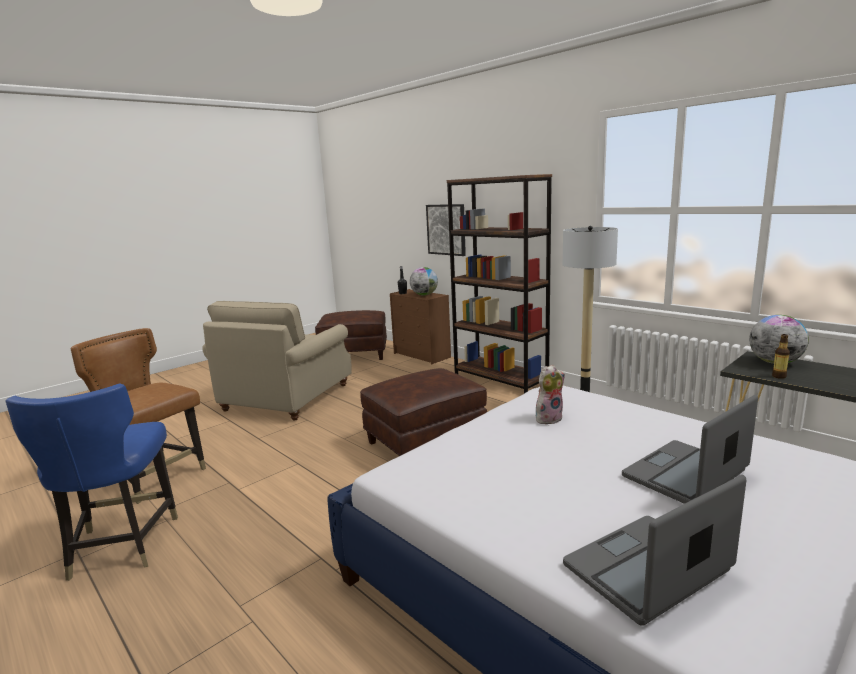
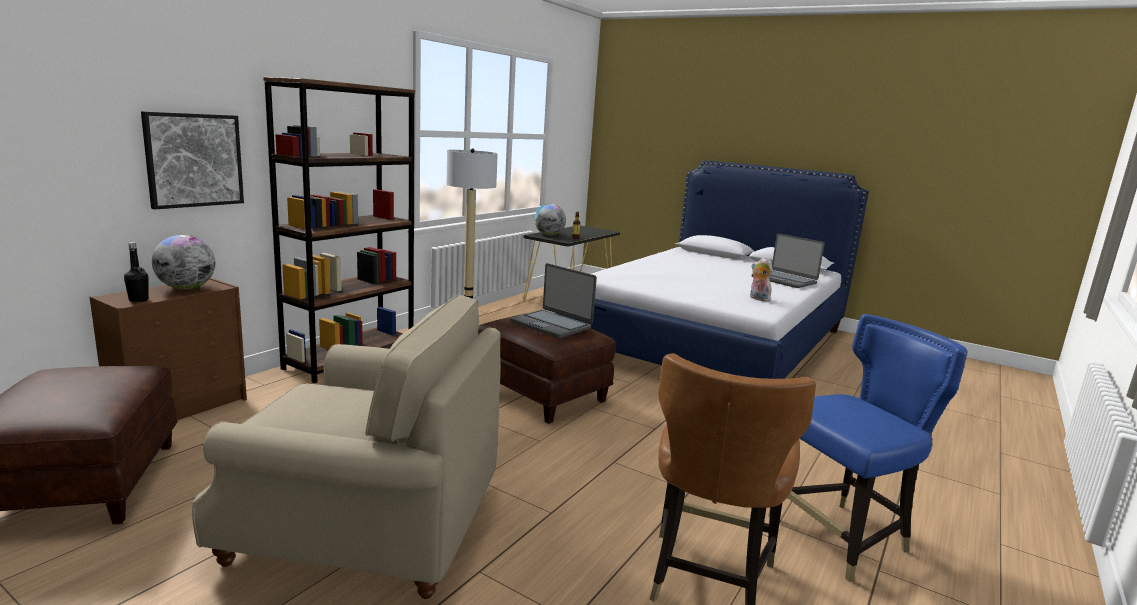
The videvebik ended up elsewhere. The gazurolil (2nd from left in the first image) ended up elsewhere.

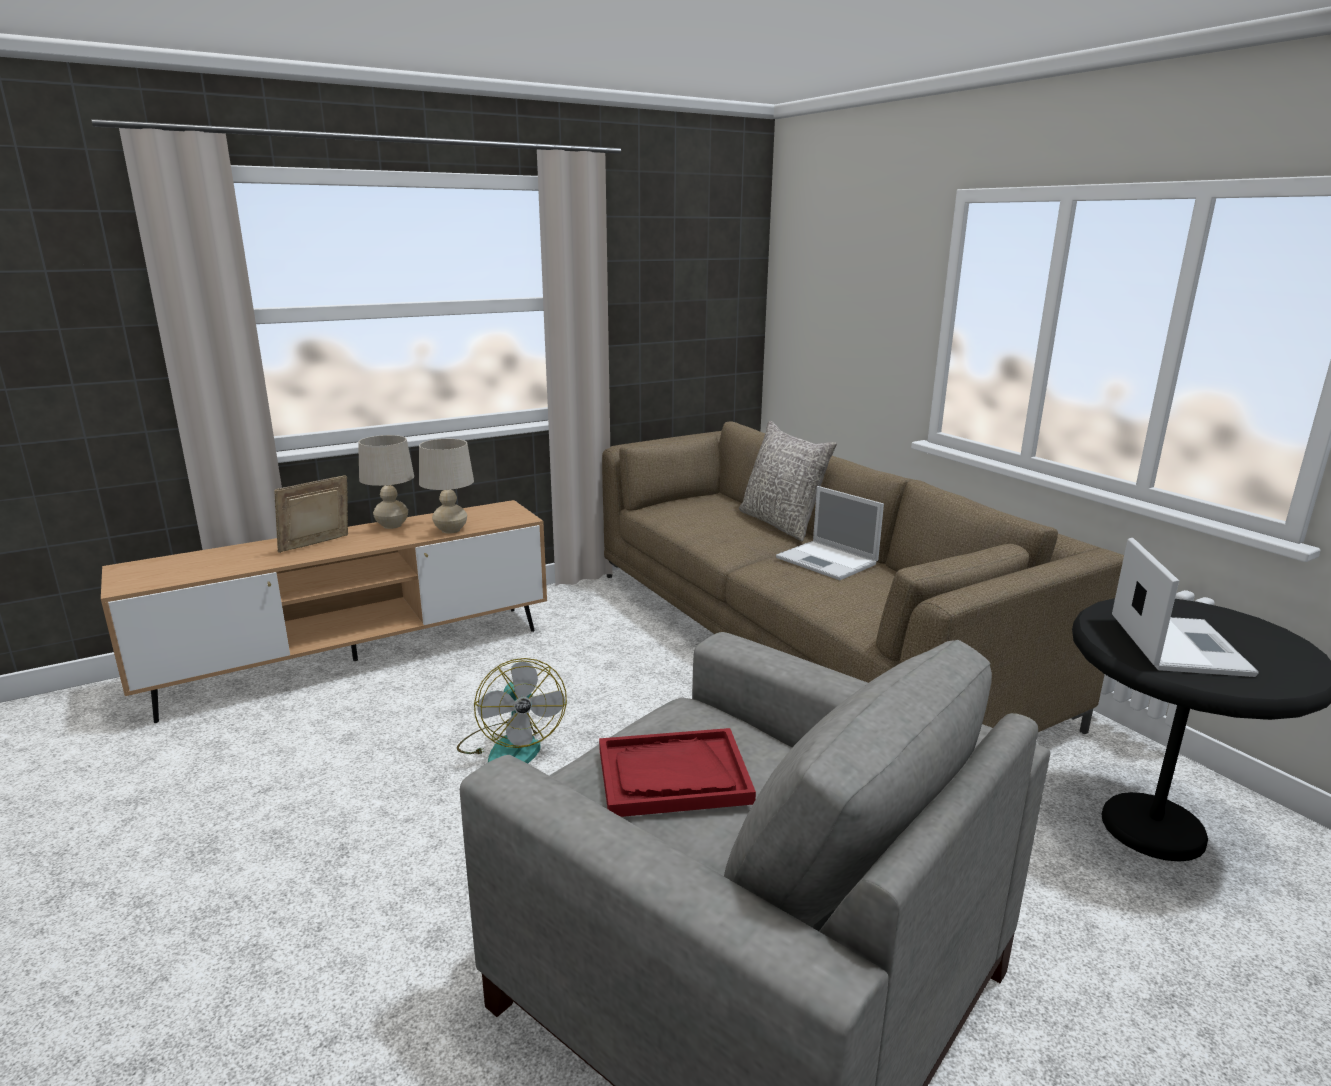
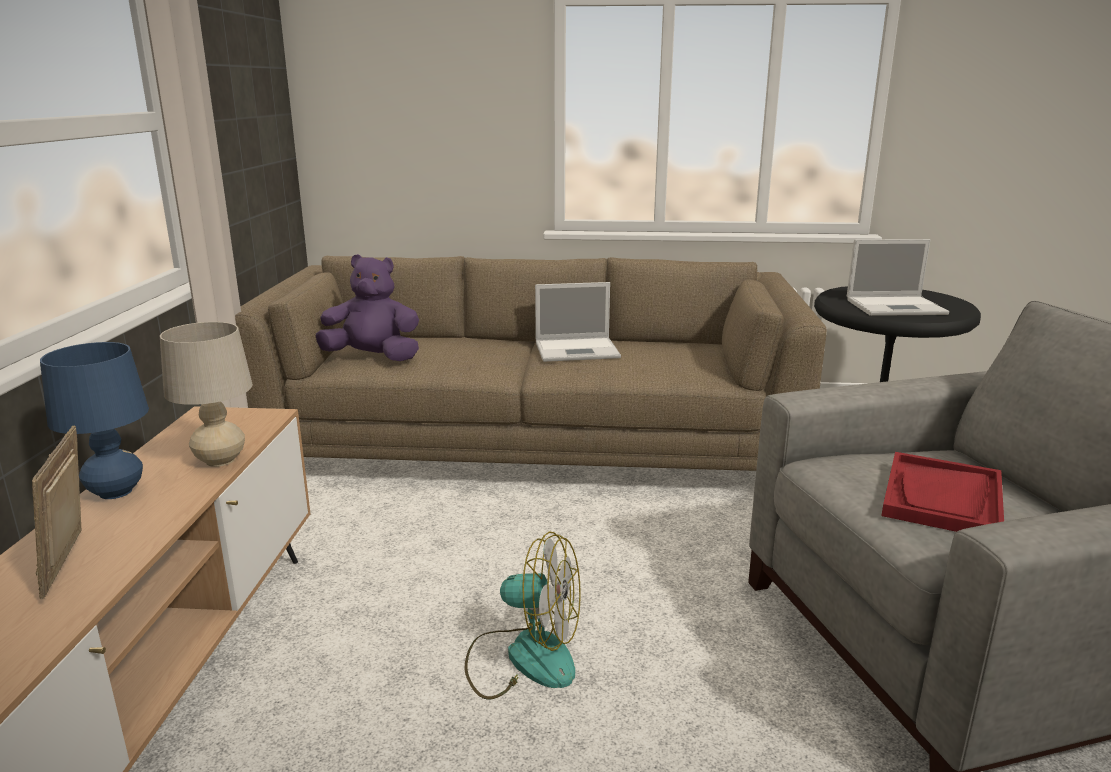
The second view lost the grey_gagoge. What was the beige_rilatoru (1st from left) turned into the blue_rilatoru. The gazurolil (2nd from left) ended up facing another way, 135 degrees clockwise from before. The second view gained the purple_videvebik.

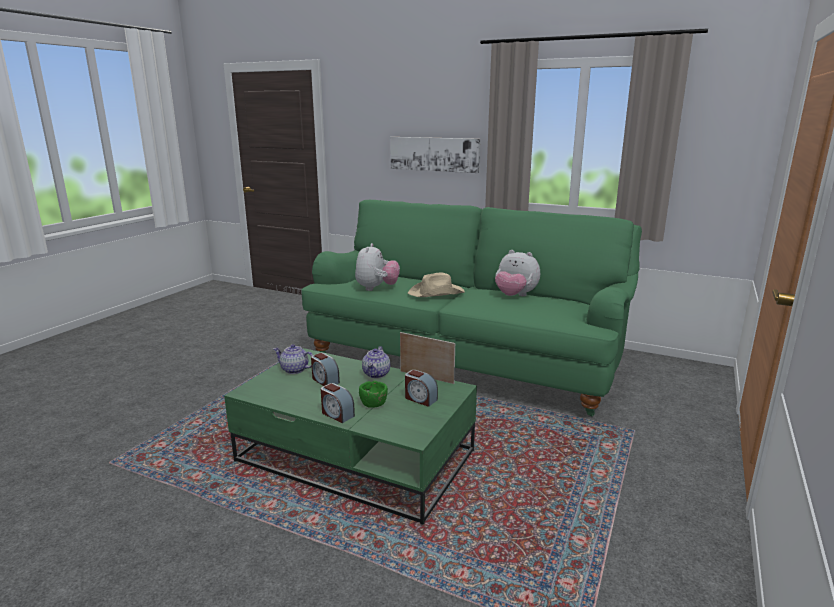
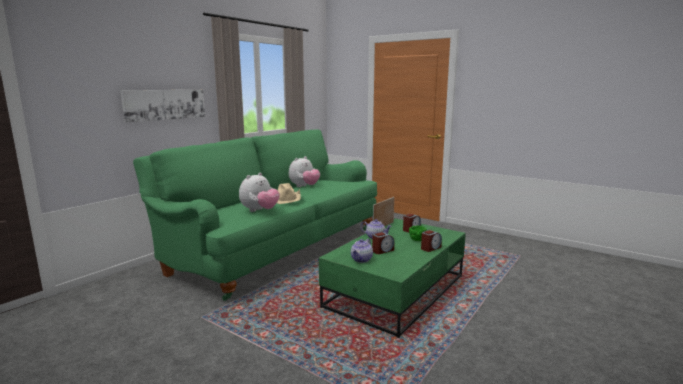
The videvebik (1st from left) ended up facing another way, 105 degrees clockwise from before.

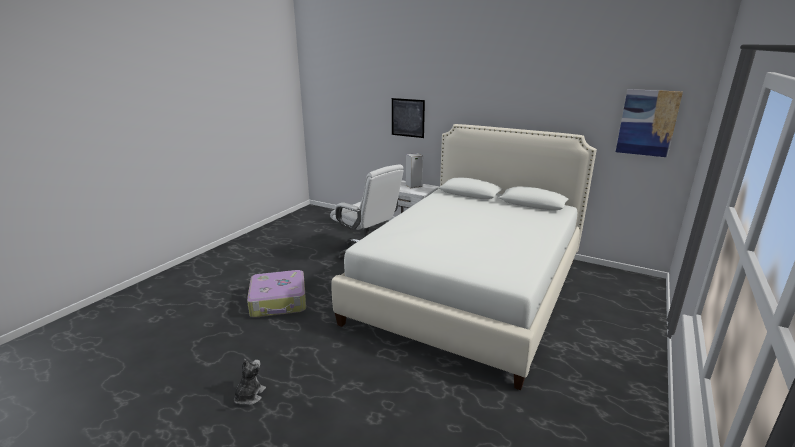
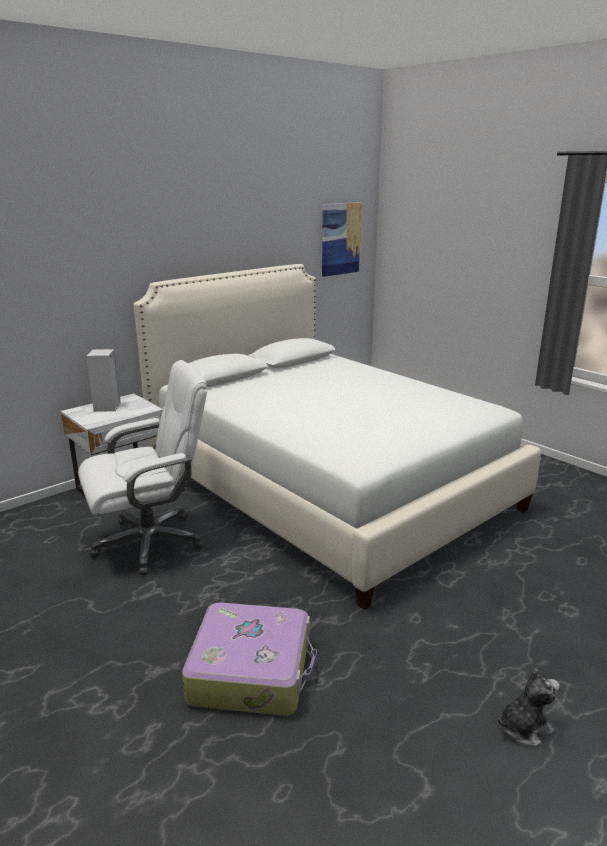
The second view lost the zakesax (1st from left). The videvebik ended up facing another way, 120 degrees clockwise from before.

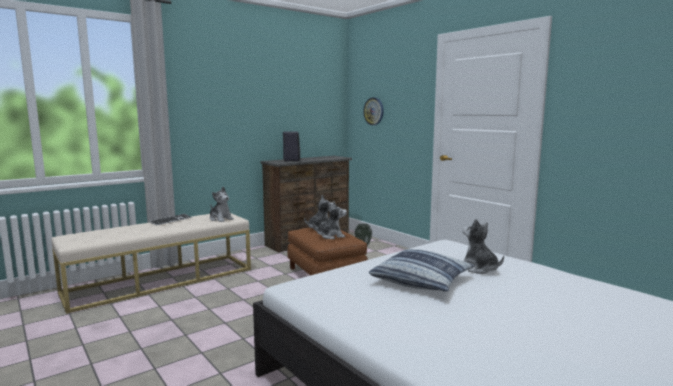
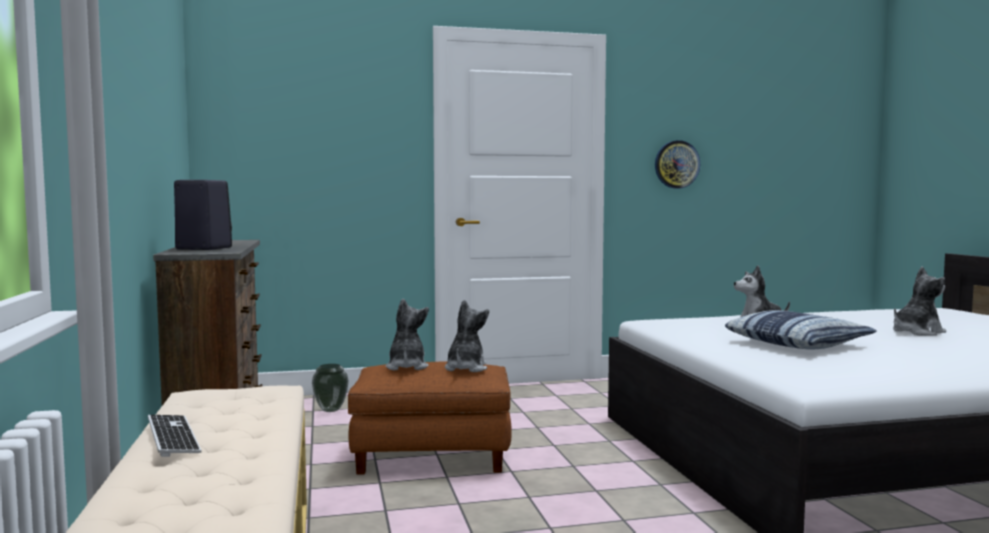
The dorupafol ended up elsewhere. The videvebik (1st from left in the first image) ended up elsewhere.

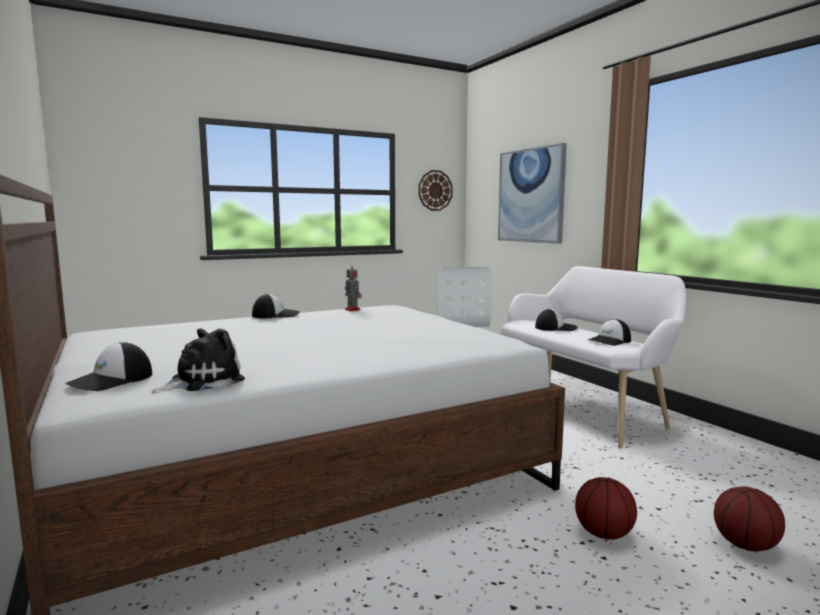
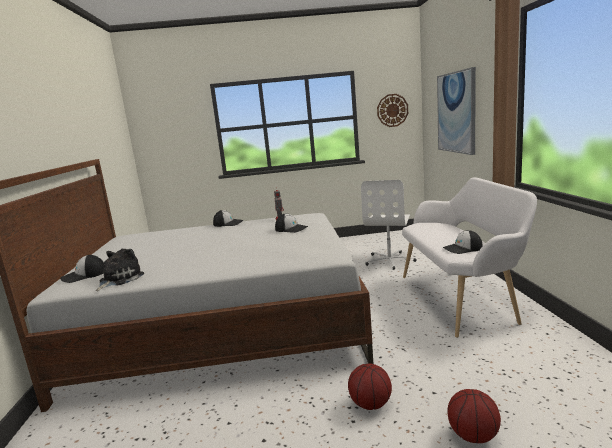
The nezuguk (3rd from left) ended up elsewhere. The videvebik ended up facing another way, 45 degrees counterclockwise from before.

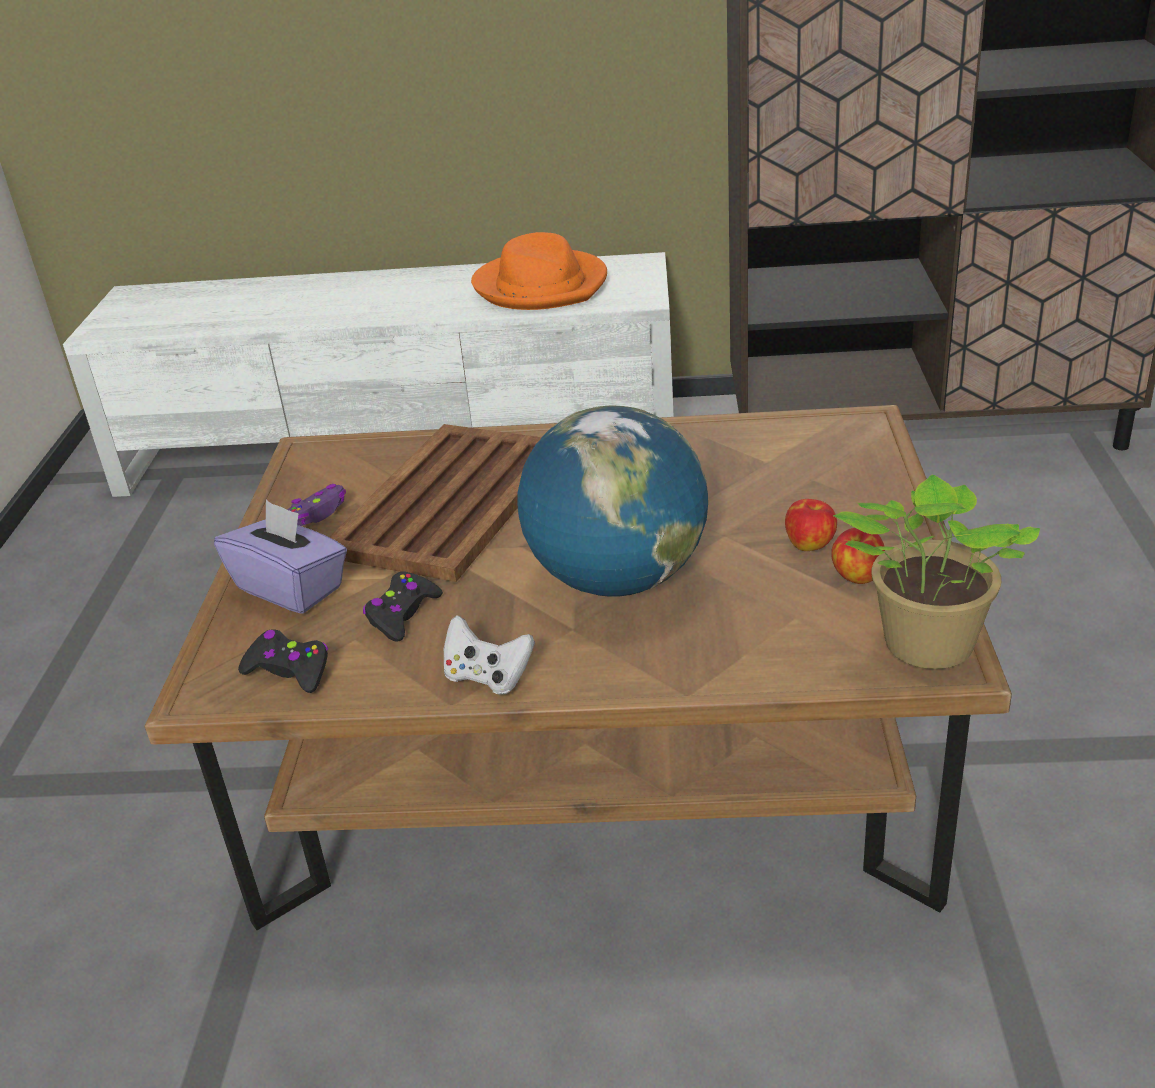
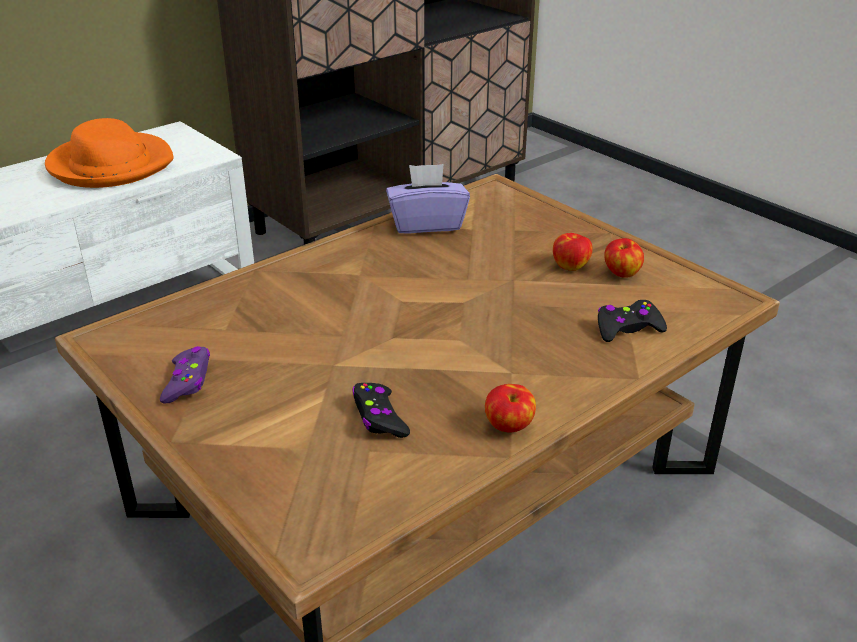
The second view lost the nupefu. The second view lost the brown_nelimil. The second view lost the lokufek. The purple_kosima ended up elsewhere. Where the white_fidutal stood, the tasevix (1st from left) came to stand. The black_fidutal (1st from left in the first image) ended up elsewhere.

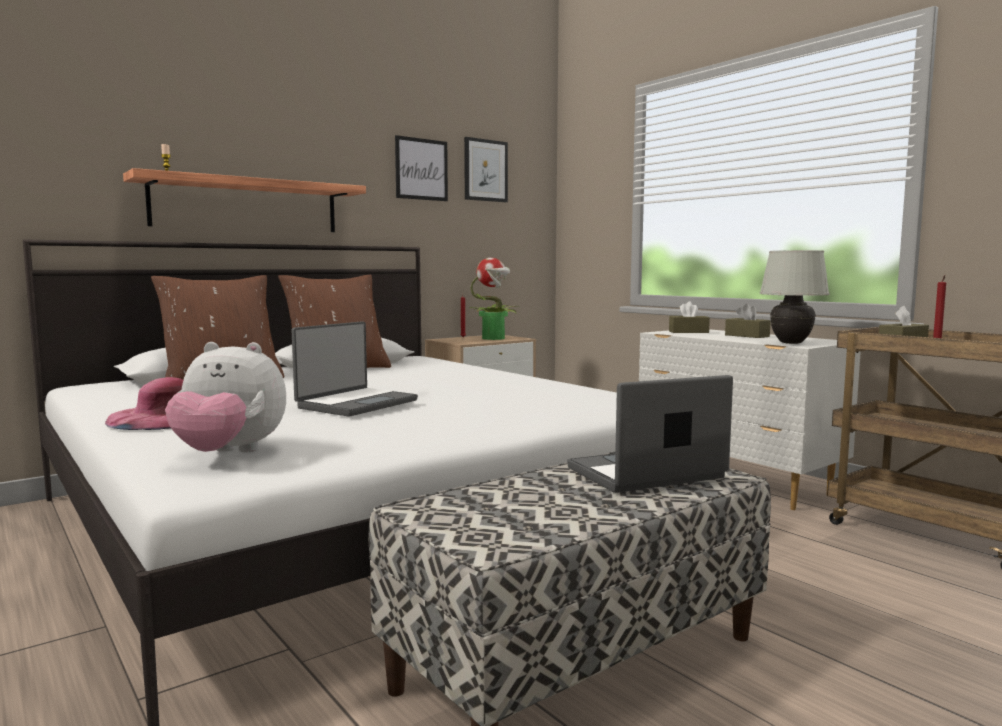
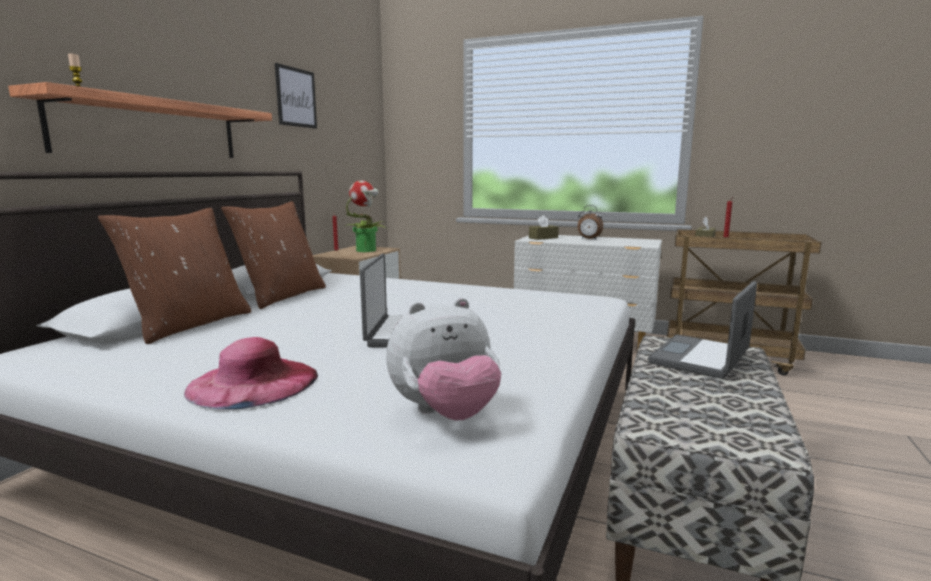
The second view lost the zakesax (2nd from left). The second view lost the white_rilatoru. Where the brown_kosima (2nd from left) stood, the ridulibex came to stand.

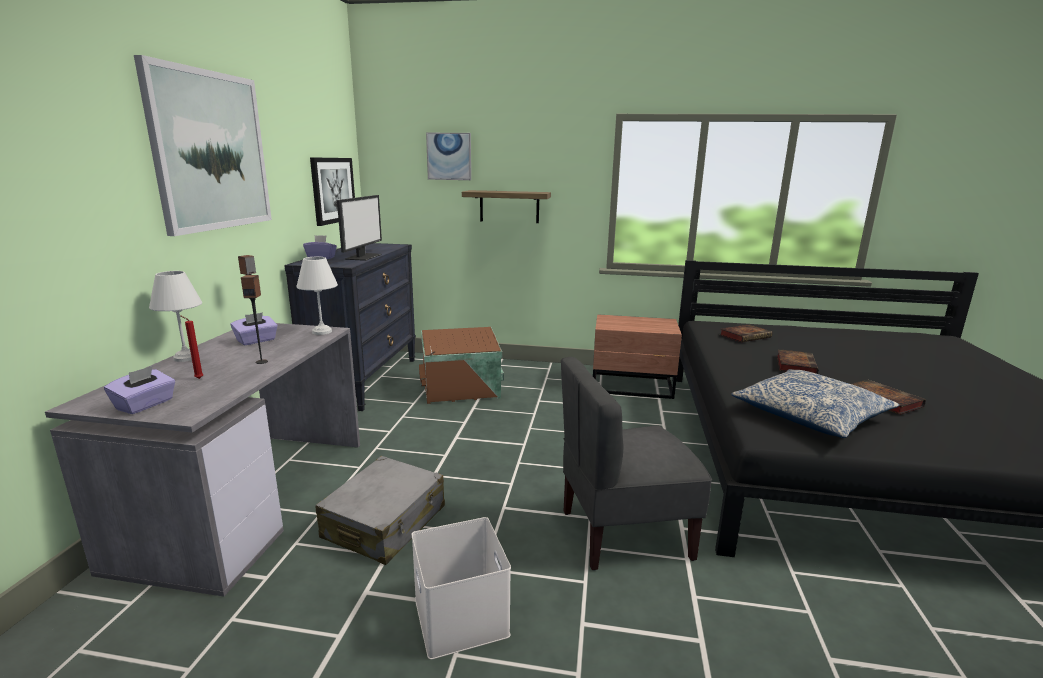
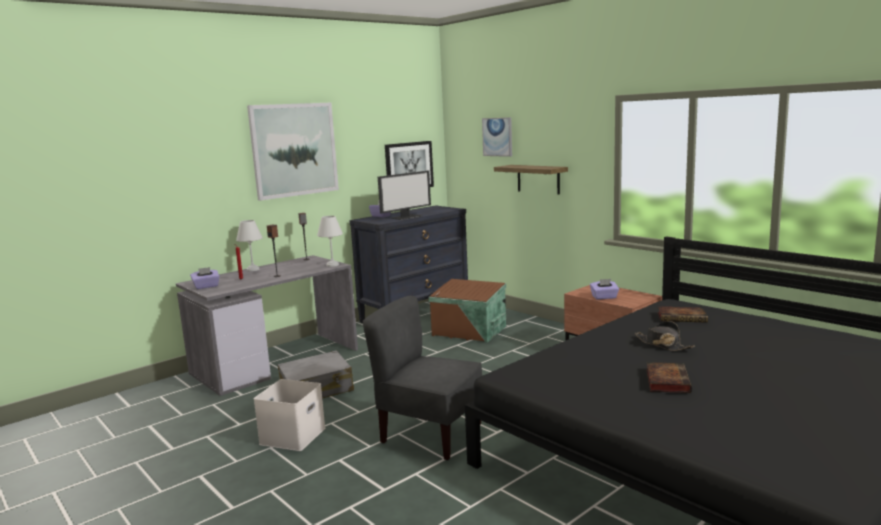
The purple_kosima (2nd from left in the first image) ended up elsewhere. Where the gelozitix (2nd from left) stood, the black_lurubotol came to stand. The second view lost the gagoge.

